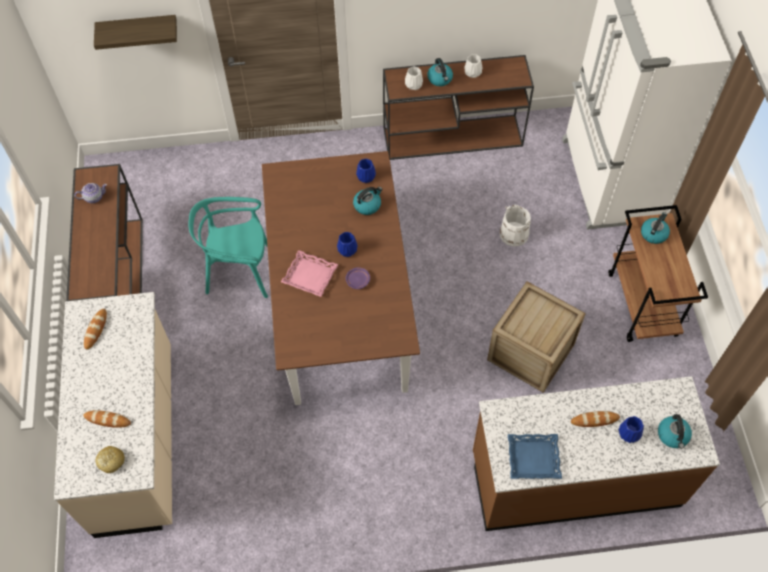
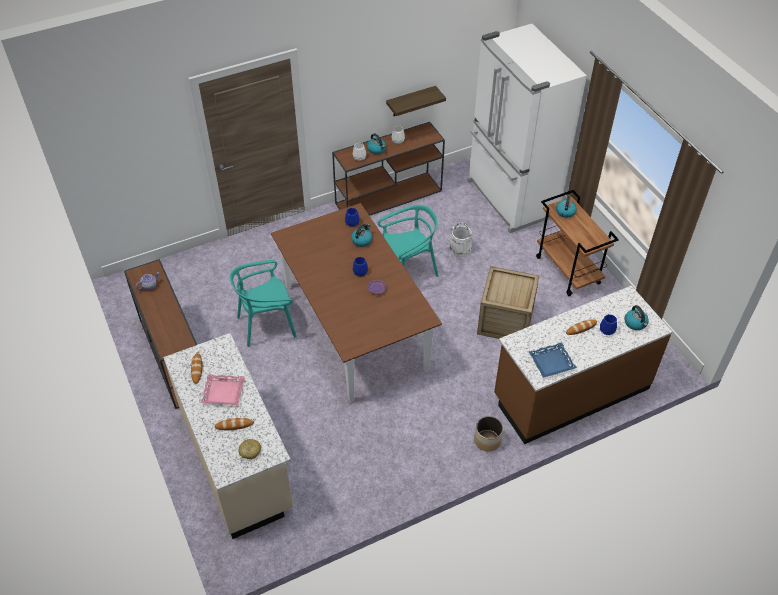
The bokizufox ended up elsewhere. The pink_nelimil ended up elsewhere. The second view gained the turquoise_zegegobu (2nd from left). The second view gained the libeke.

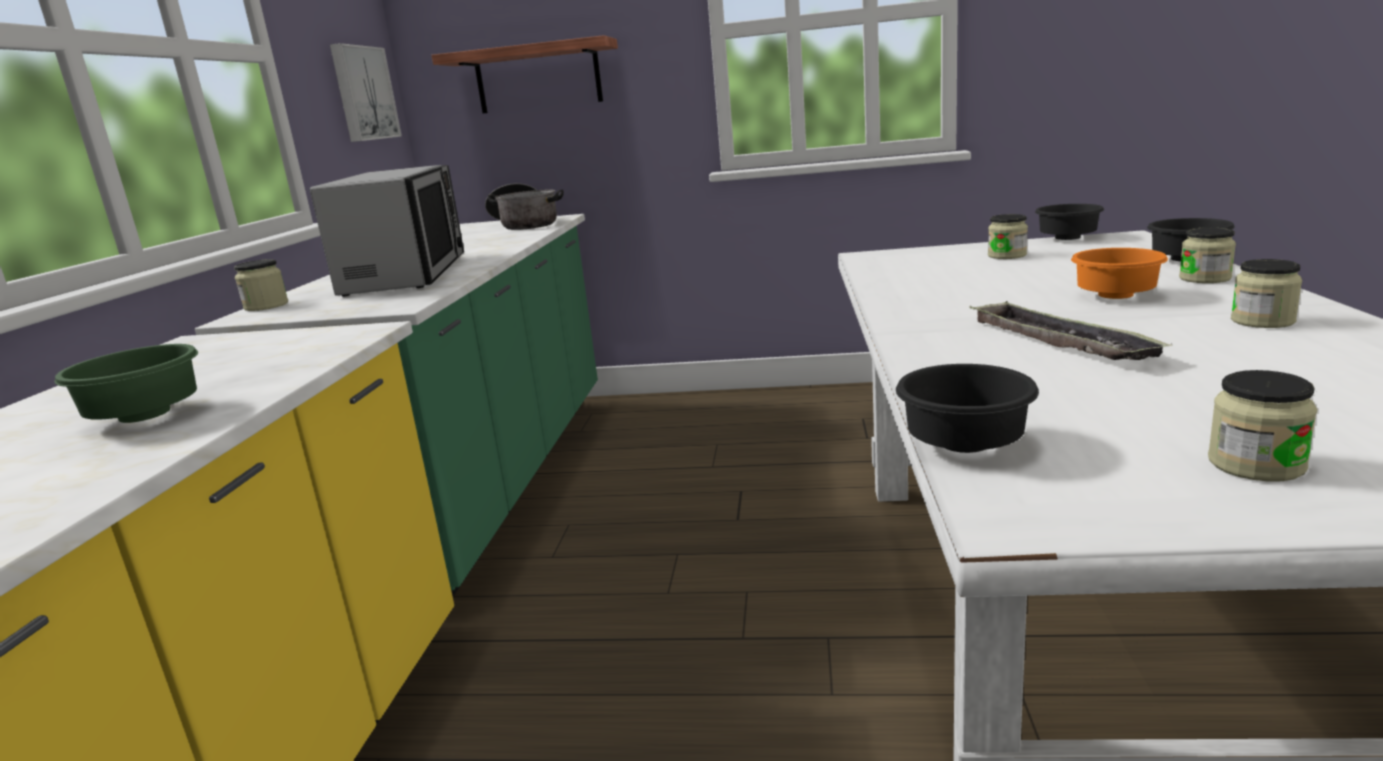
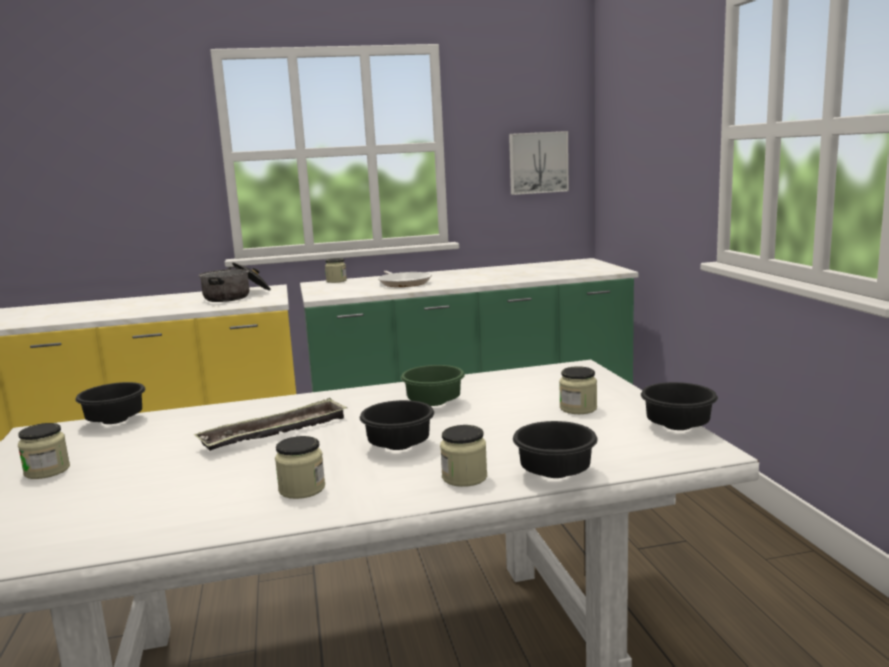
The second view lost the bokizufox. Where the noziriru stood, the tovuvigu came to stand. The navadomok ended up elsewhere. What was the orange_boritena turned into the black_boritena (2nd from left). The green_boritena ended up elsewhere.

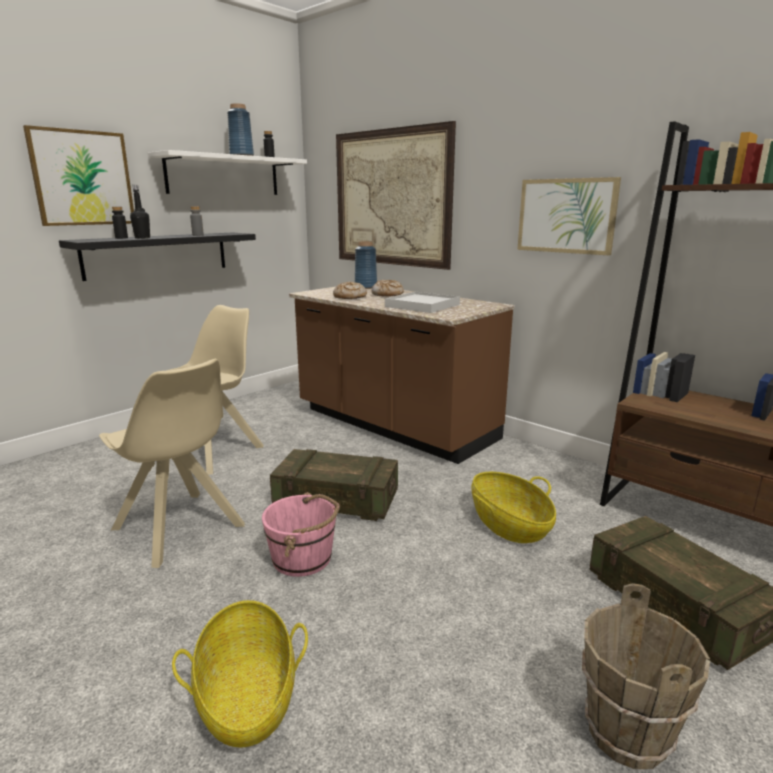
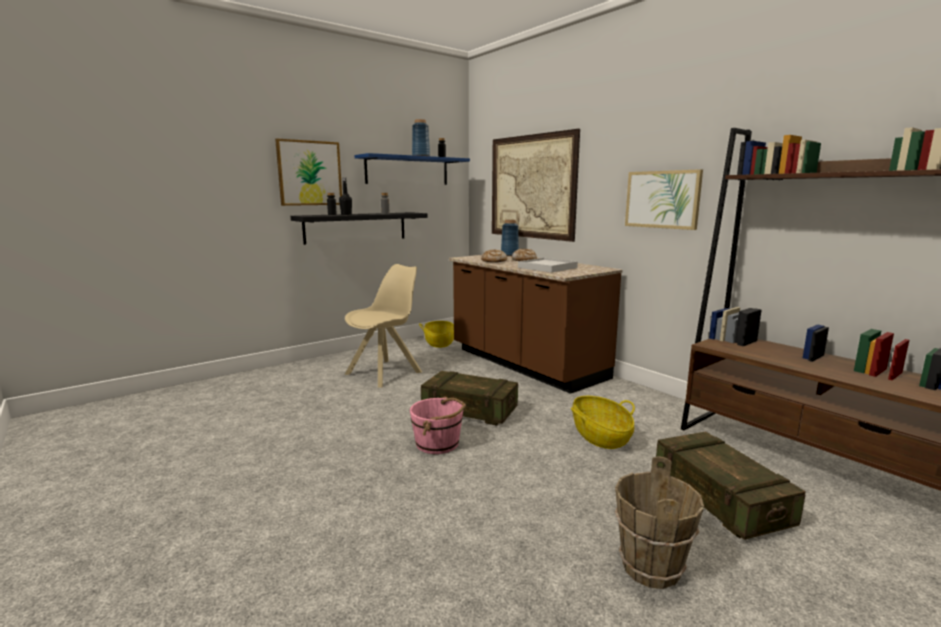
What was the white_bokizufox turned into the blue_bokizufox. The second view lost the beige_zegegobu (1st from left). The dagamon (1st from left) ended up elsewhere.

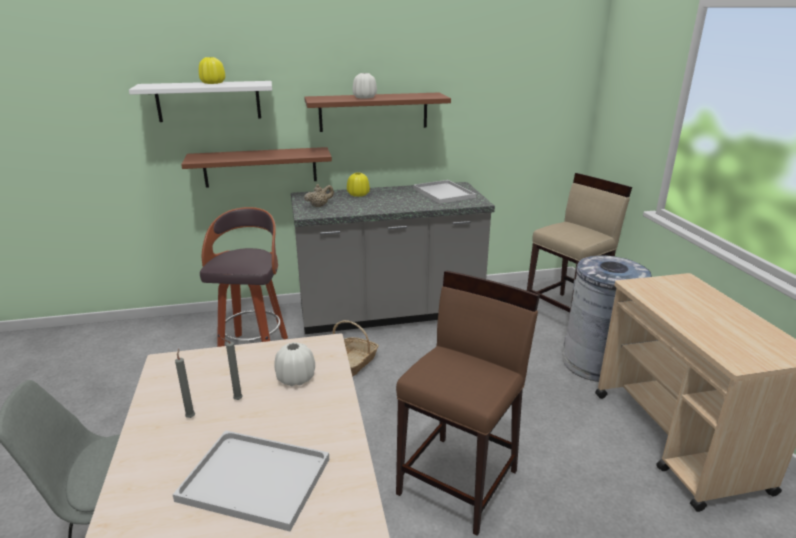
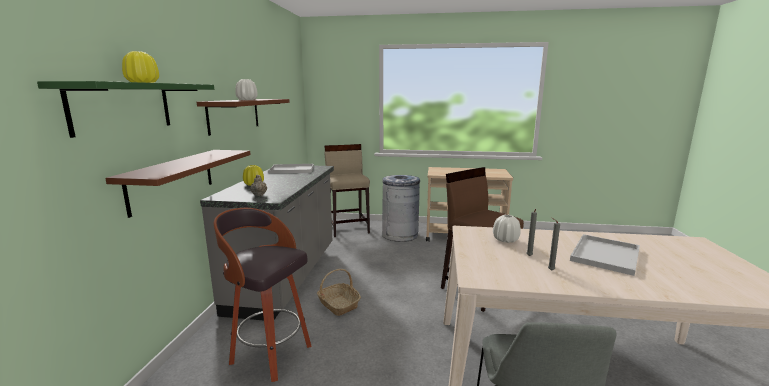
What was the white_bokizufox turned into the green_bokizufox.

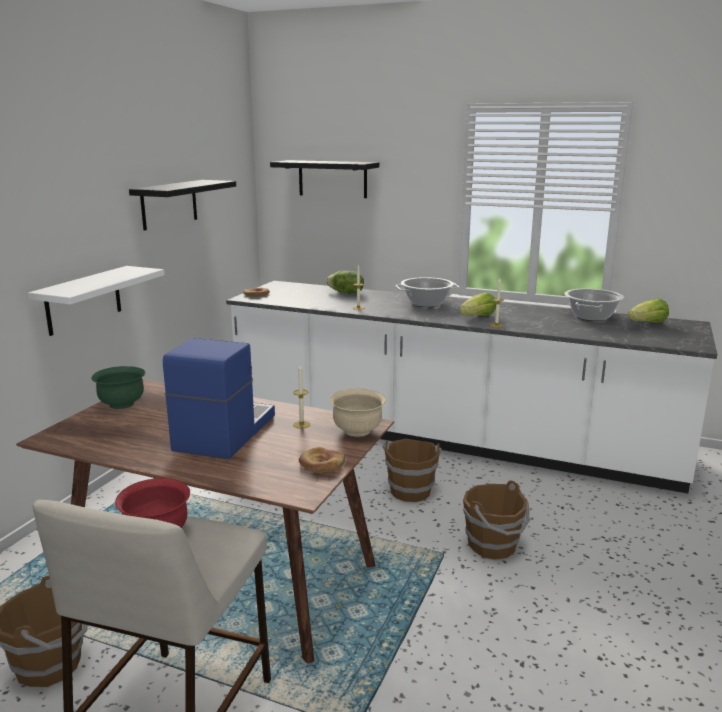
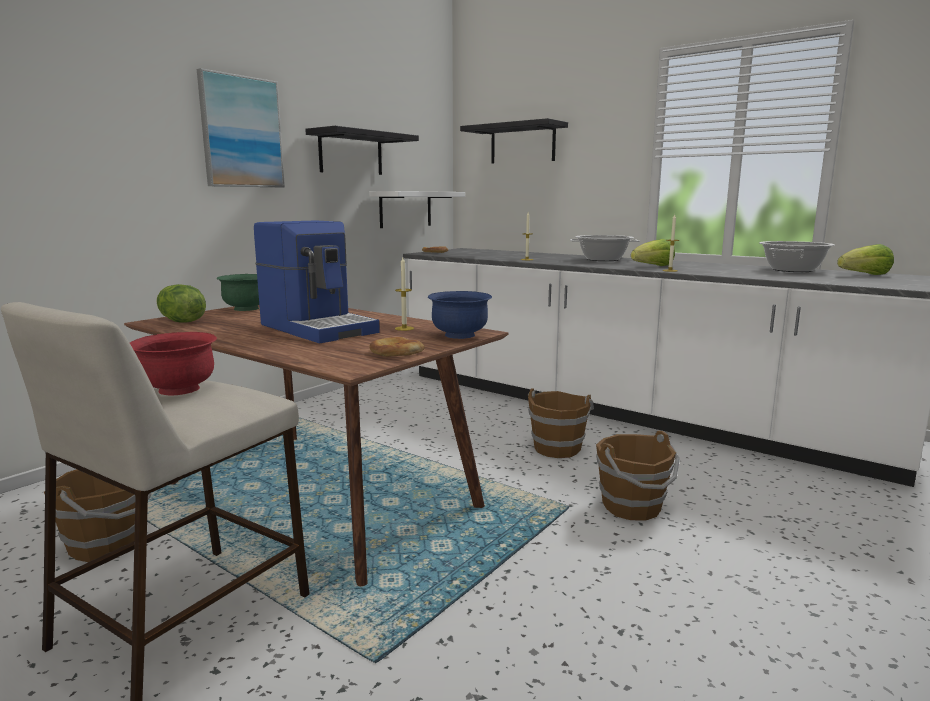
The white_bokizufox ended up elsewhere. The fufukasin (1st from left) ended up elsewhere. The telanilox ended up facing another way, 105 degrees clockwise from before. What was the beige_boritena turned into the blue_boritena. The second view gained the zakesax.

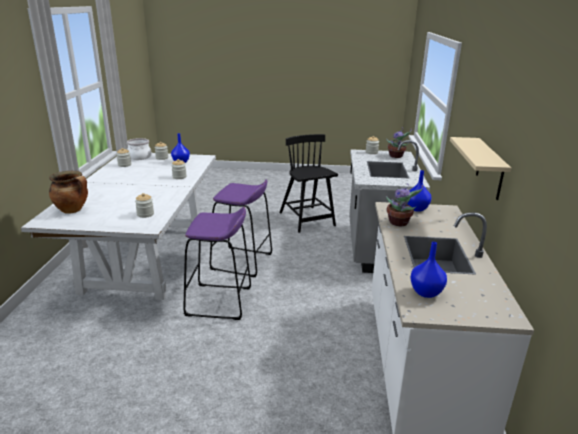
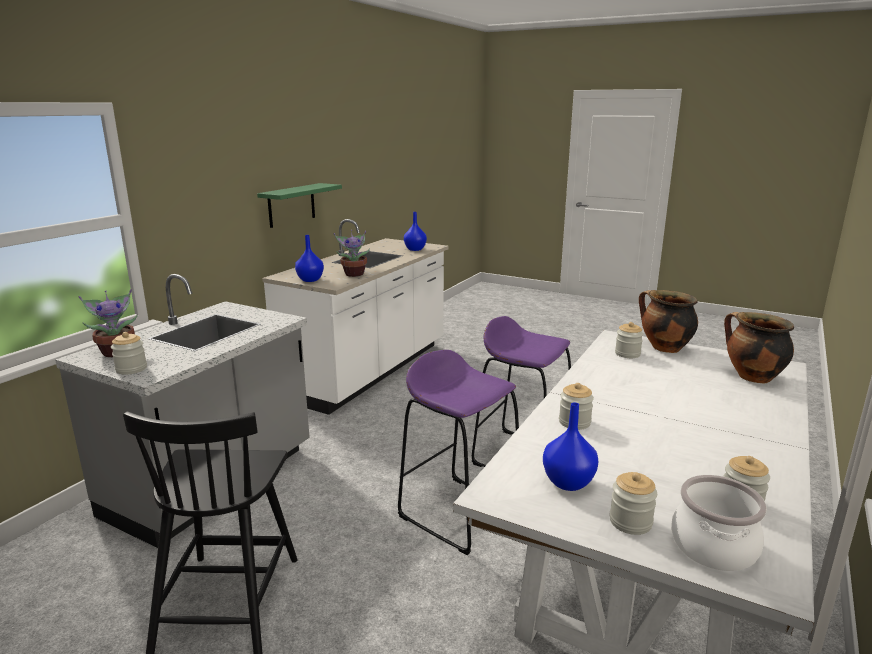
What was the beige_bokizufox turned into the green_bokizufox. The second view gained the navadomok (1st from left).

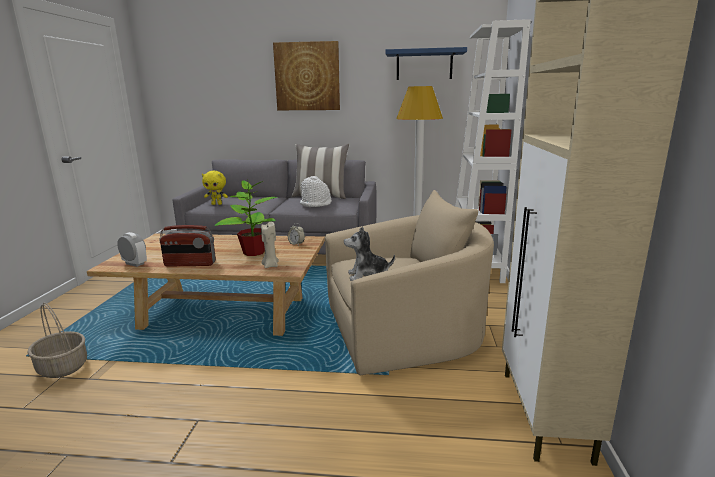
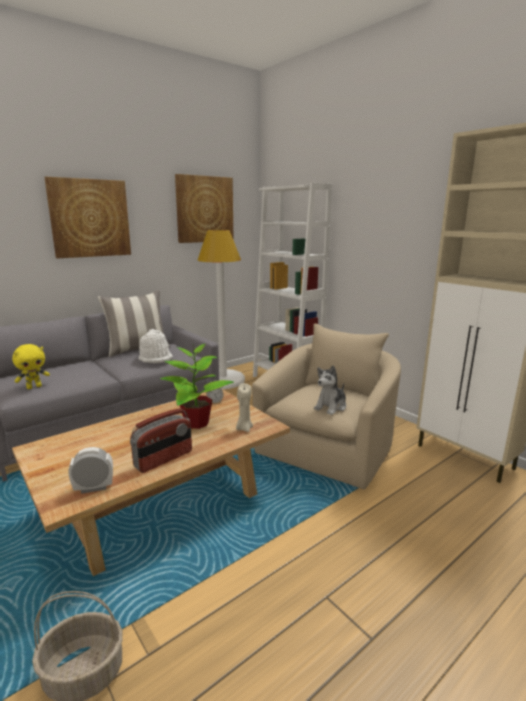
Where the blue_bokizufox hung, the zakesax (2nd from left) came to hang.

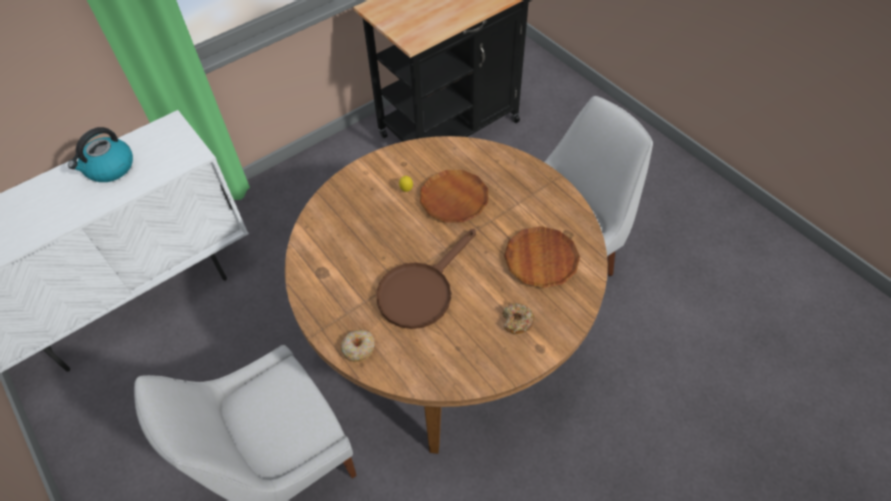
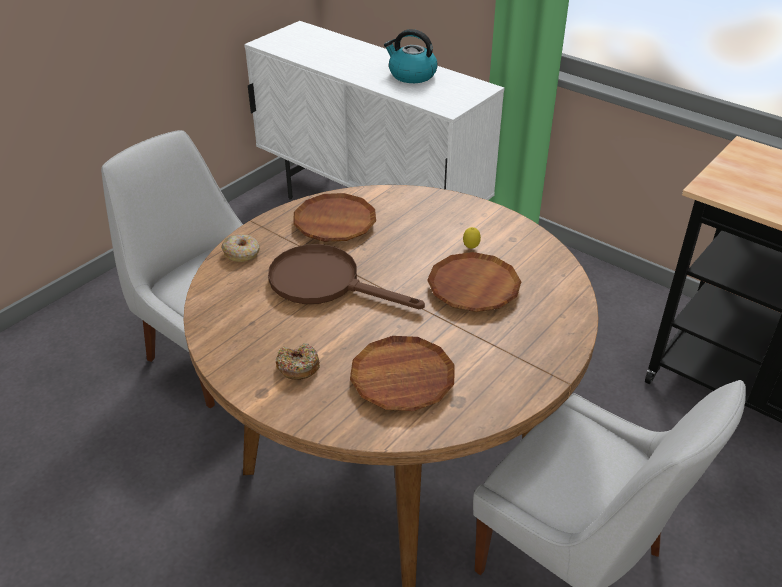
The second view gained the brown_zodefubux (1st from left).

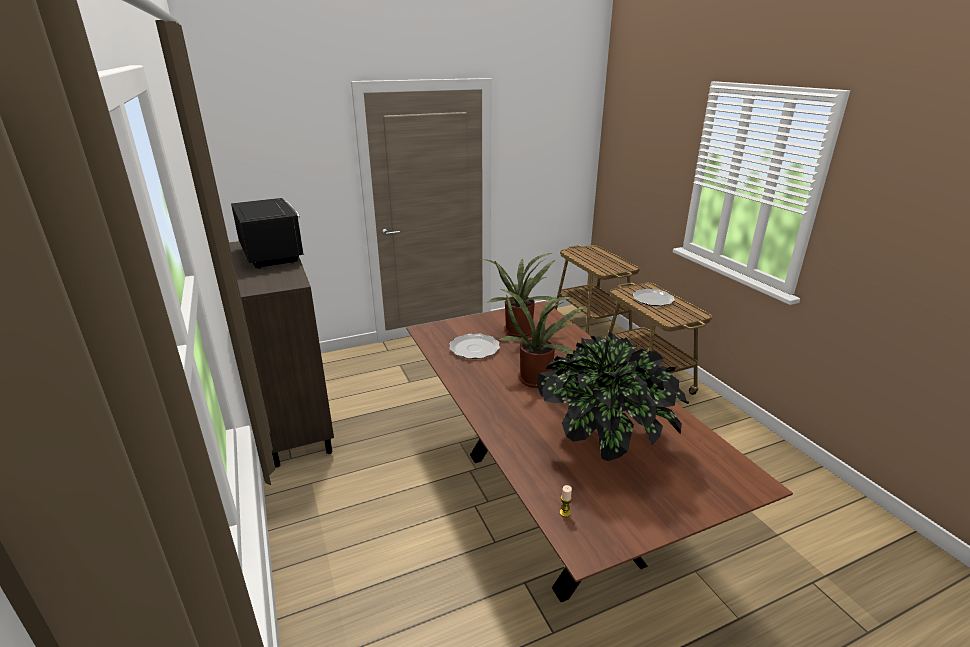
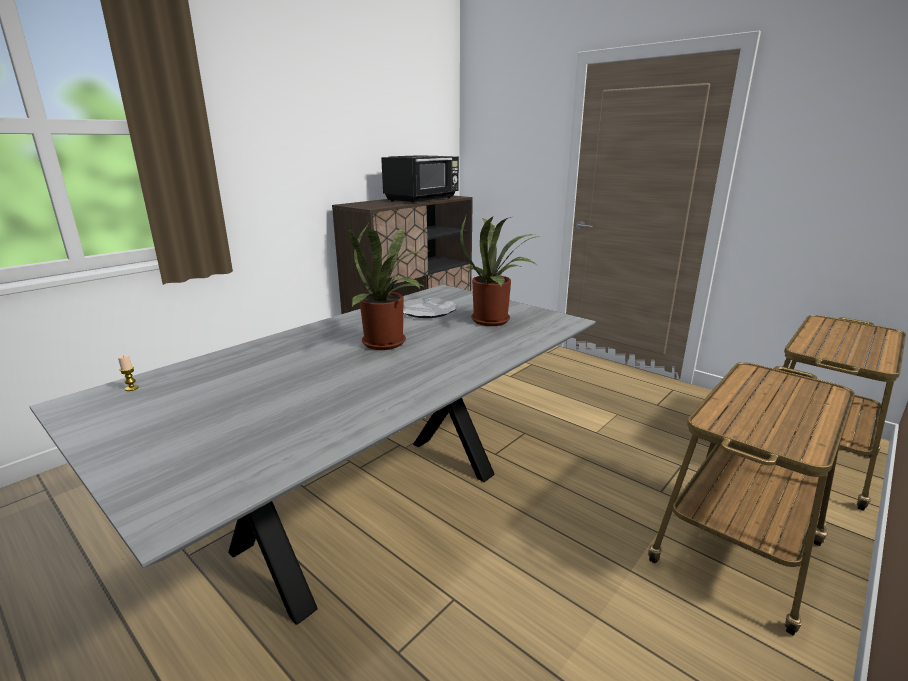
The second view lost the zodefubux (2nd from left). What was the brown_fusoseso turned into the grey_fusoseso. The second view lost the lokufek (3rd from left).

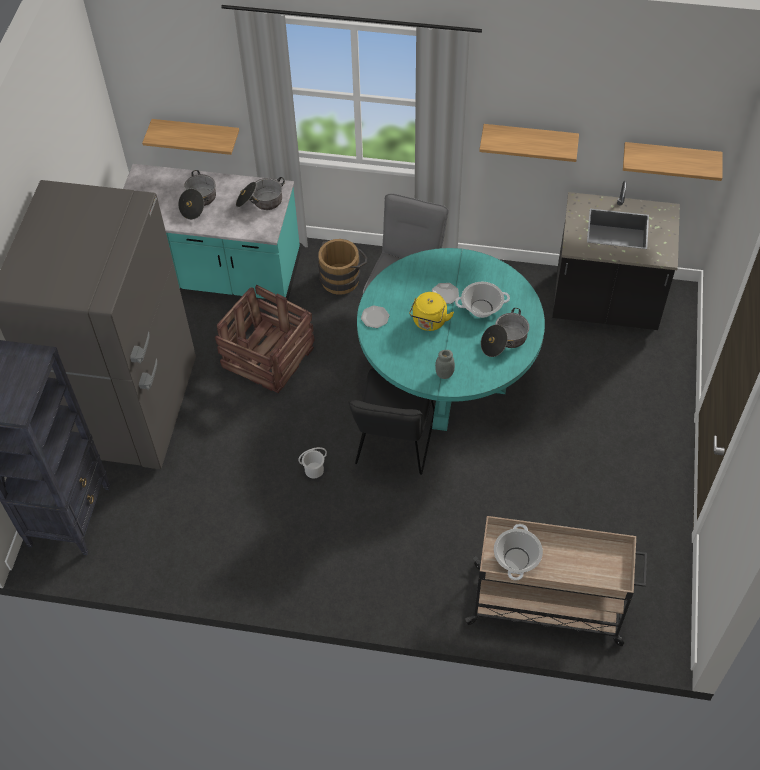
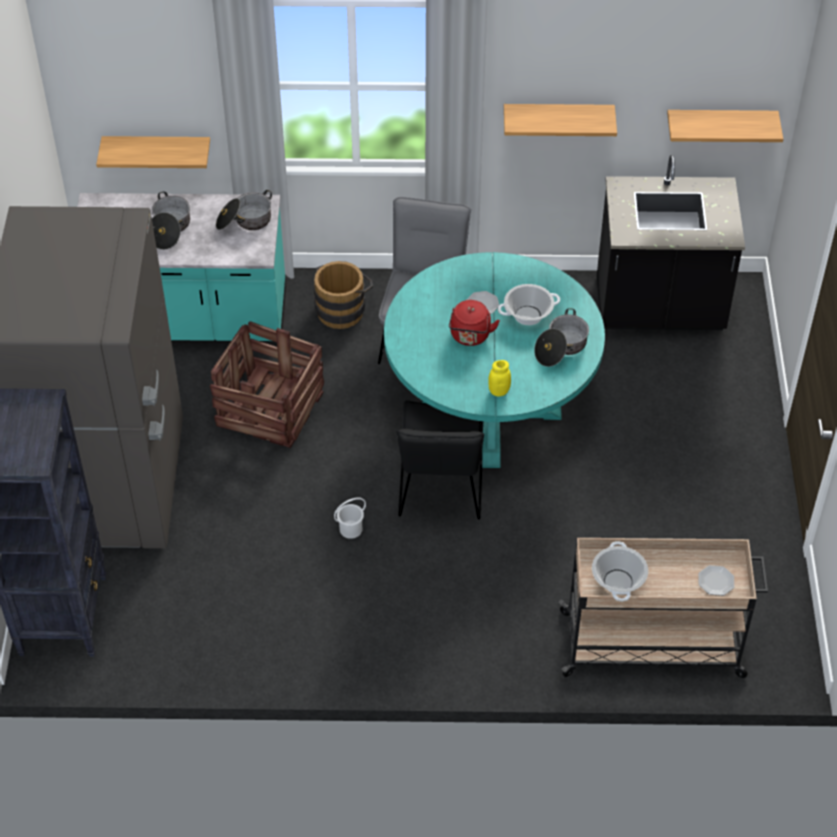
What was the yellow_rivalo turned into the red_rivalo. The zodefubux (1st from left in the first image) ended up elsewhere. What was the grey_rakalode turned into the yellow_rakalode.

